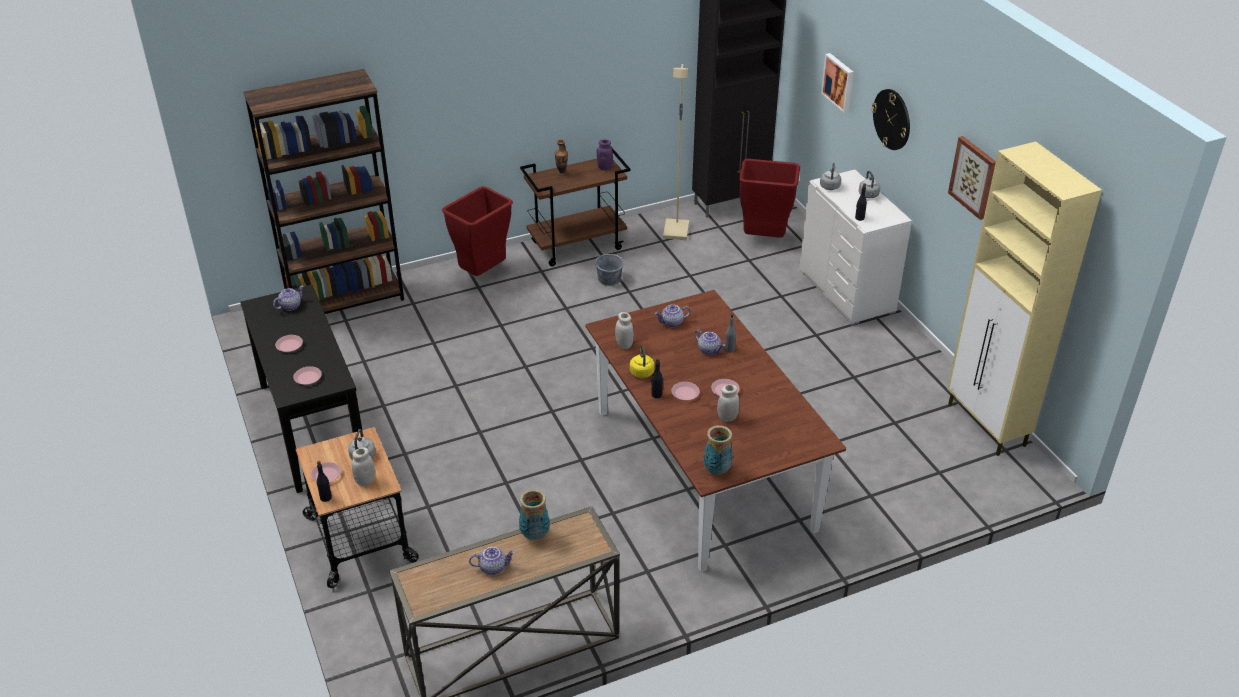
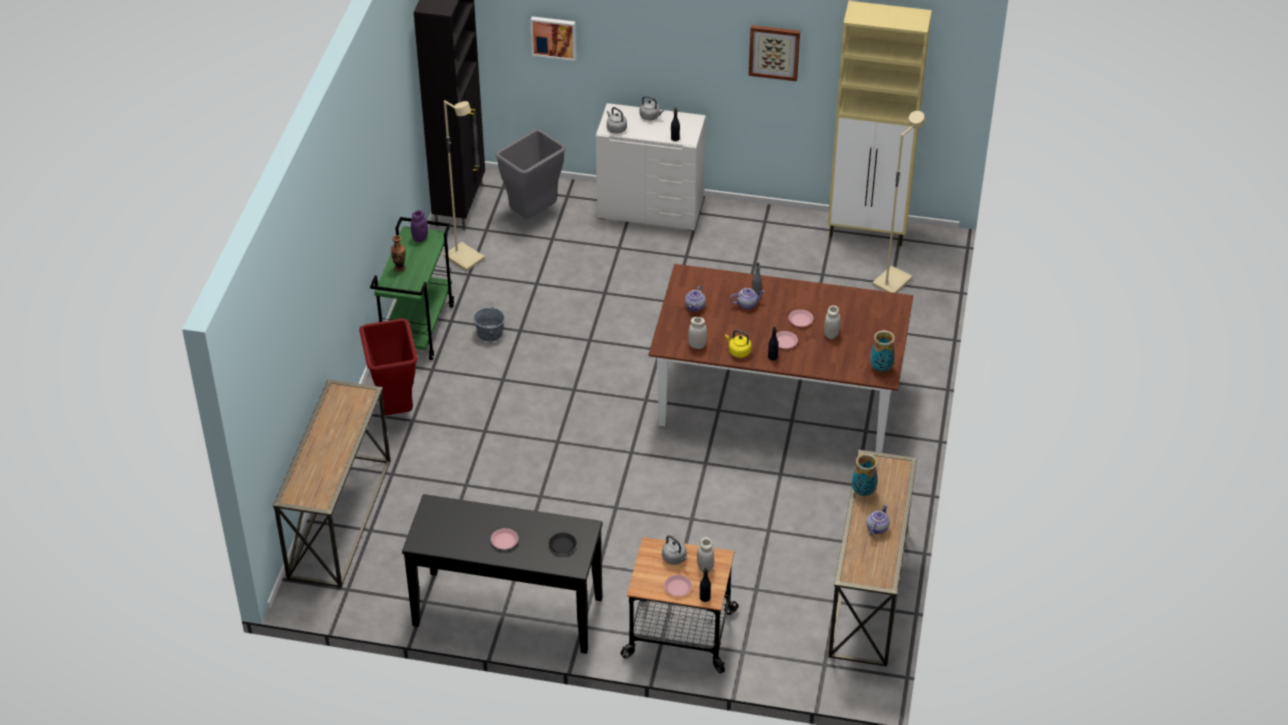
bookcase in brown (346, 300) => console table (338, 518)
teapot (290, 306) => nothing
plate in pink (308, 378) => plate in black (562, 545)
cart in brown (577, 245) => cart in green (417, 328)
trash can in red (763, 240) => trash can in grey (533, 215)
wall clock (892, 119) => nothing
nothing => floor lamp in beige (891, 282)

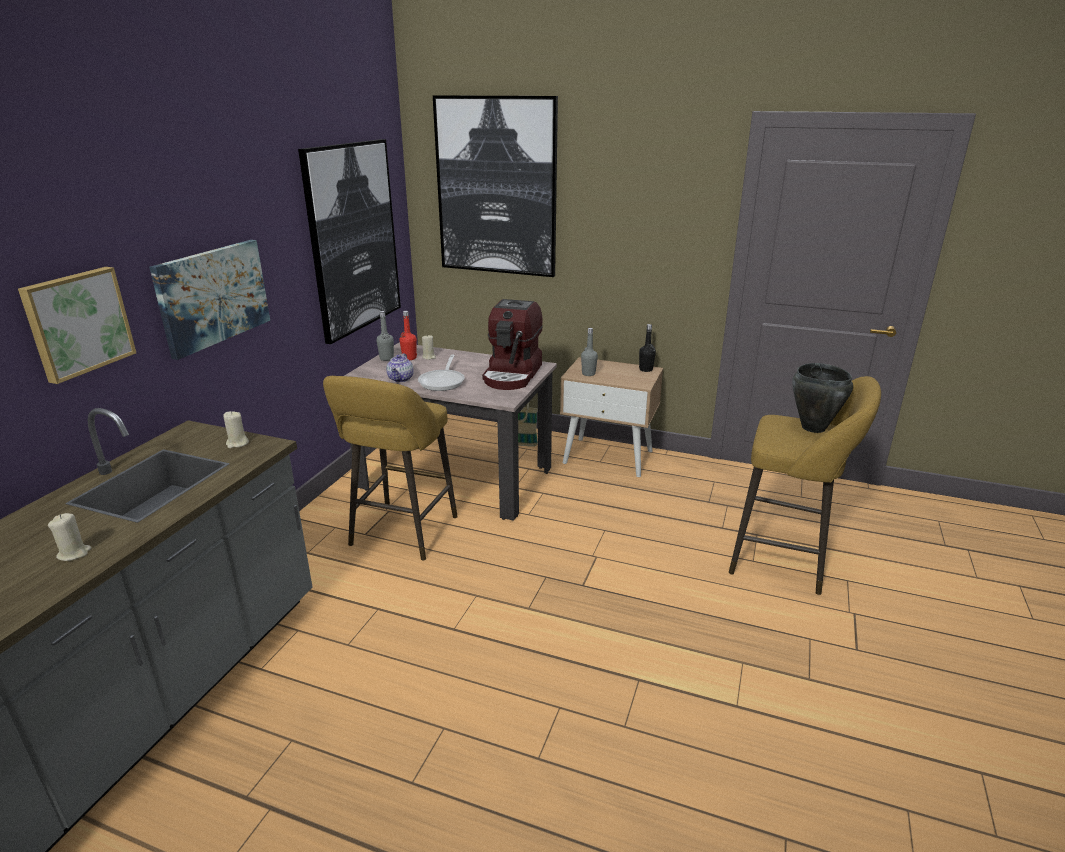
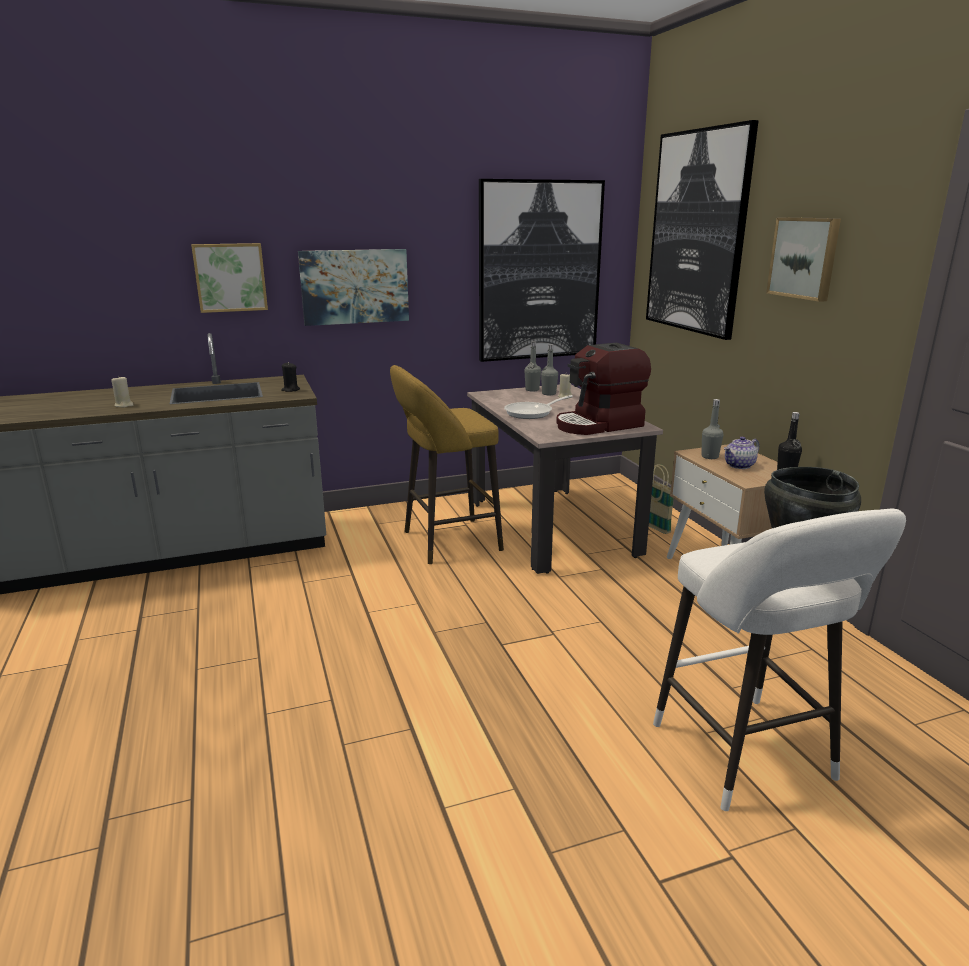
candle in beige (237, 443) => candle in black (290, 390)
teapot (401, 379) => teapot (739, 465), moved
bottle in red (409, 358) => bottle in grey (549, 394)
stool in yellow (785, 560) => stool in white (748, 757)
nothing => picture (805, 258)

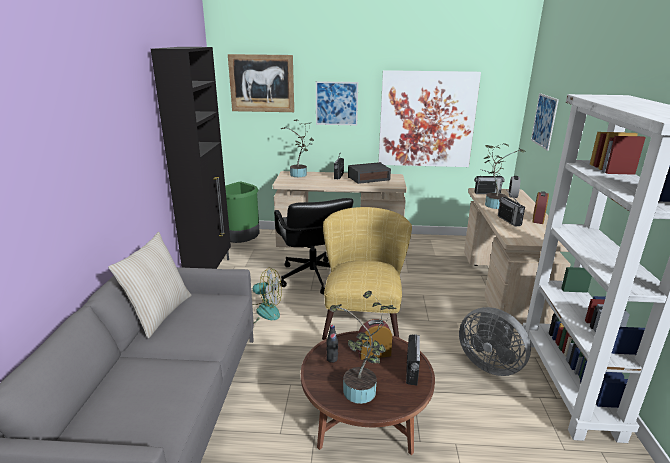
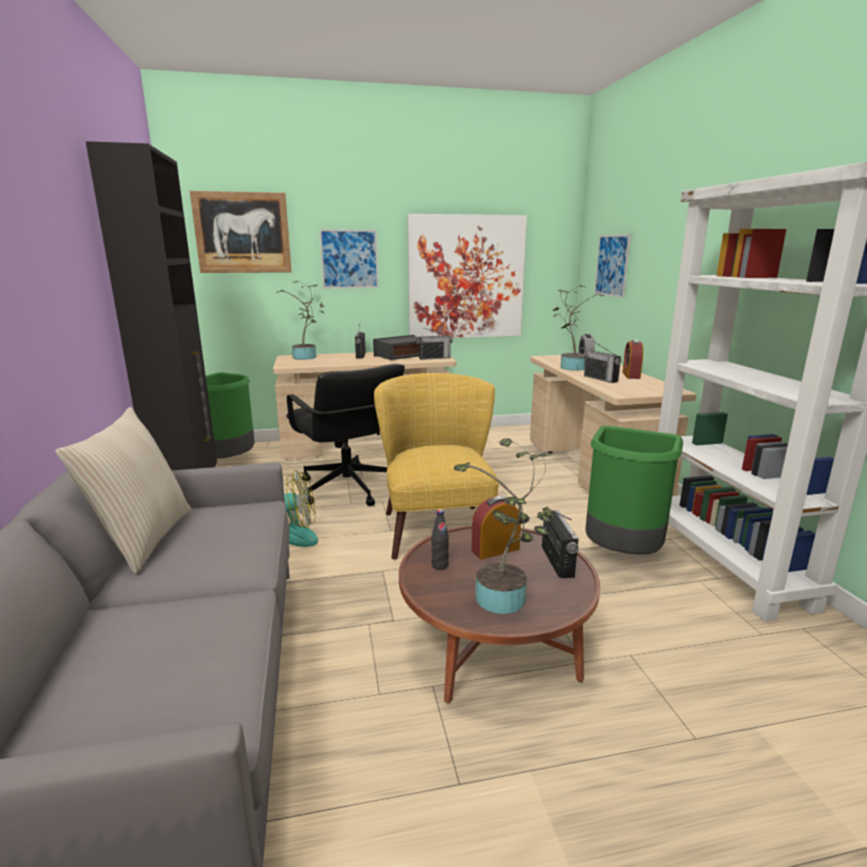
fan in grey (489, 364) => trash can in green (622, 554)
radio (487, 193) => radio (434, 358), moved

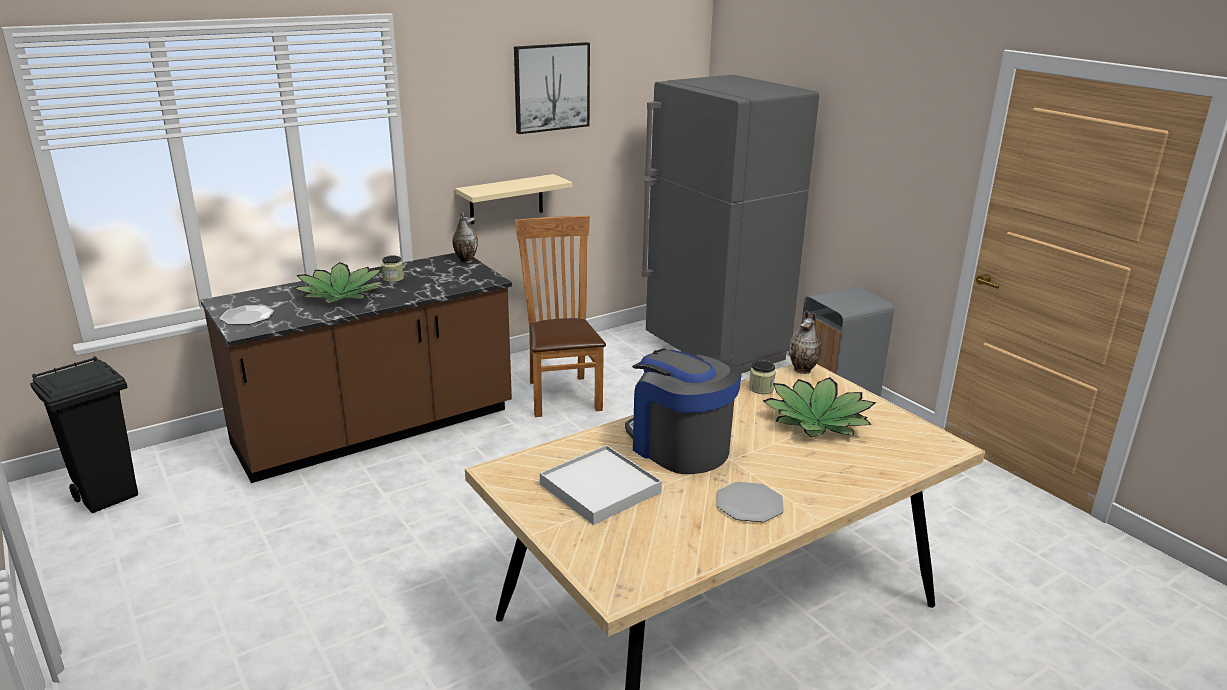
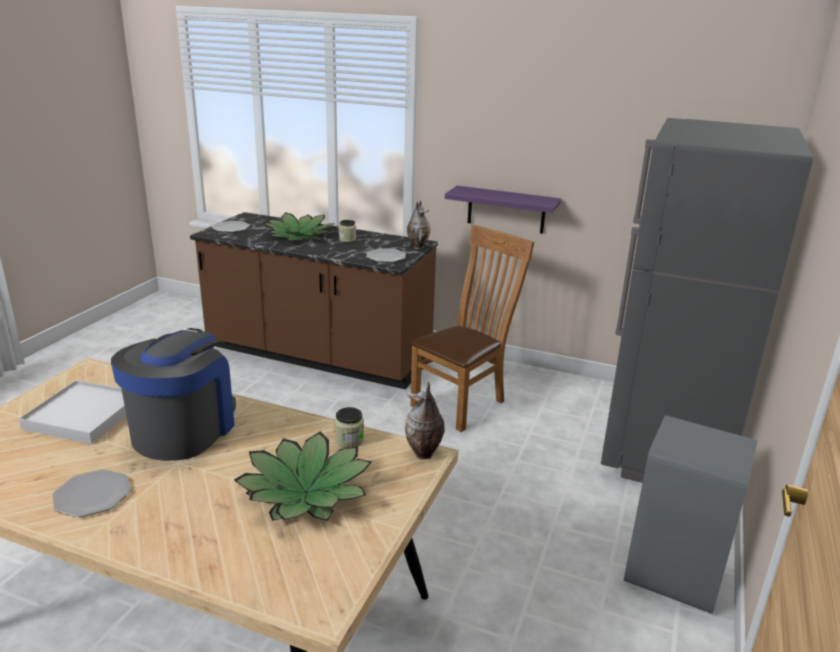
trash can in black (109, 496) => nothing
shelf in beige (506, 199) => shelf in purple (506, 210)
picture (551, 87) => nothing
nothing => plate (386, 257)

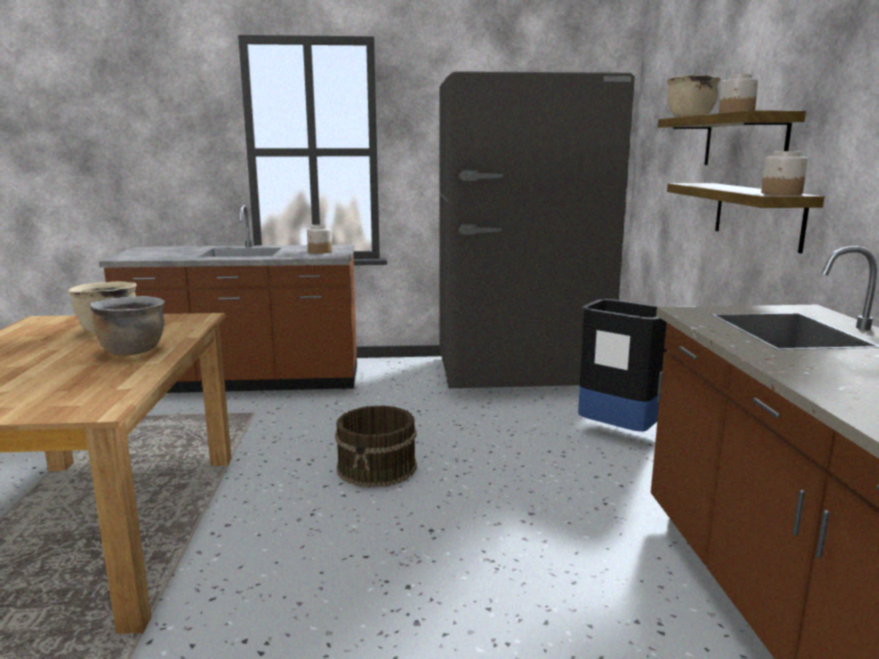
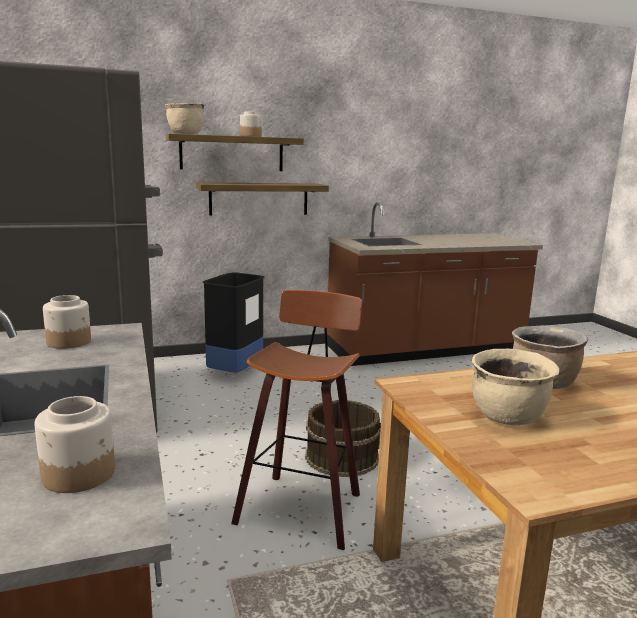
jar (781, 193) => jar (80, 474), moved
nothing => stool (302, 506)

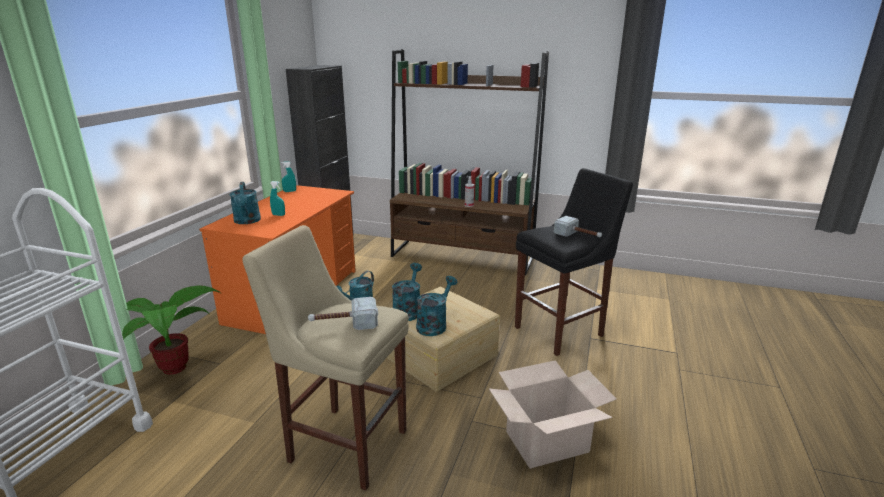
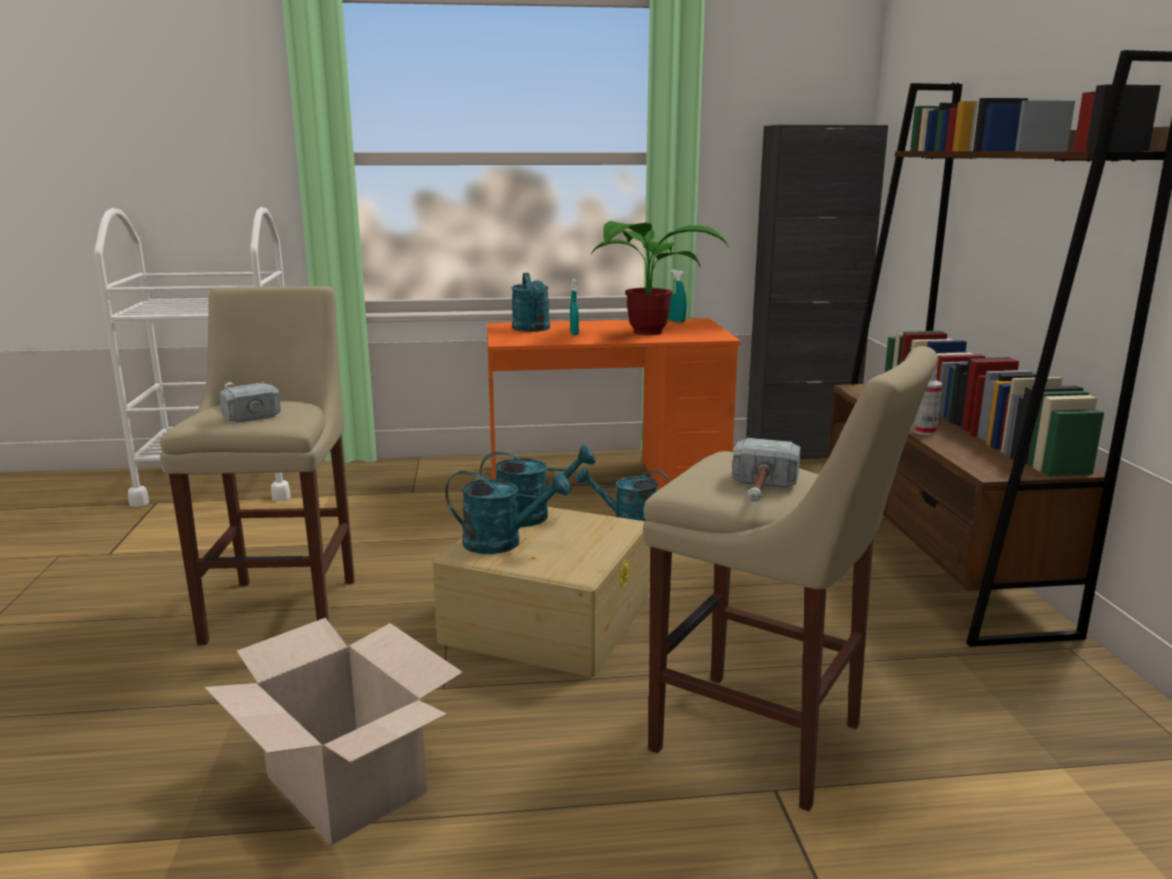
potted plant (176, 370) => potted plant (646, 333), moved
watering can in turquoise (247, 221) => watering can in turquoise (532, 329), 60 degrees counterclockwise
stool in black (562, 330) => stool in beige (767, 741)

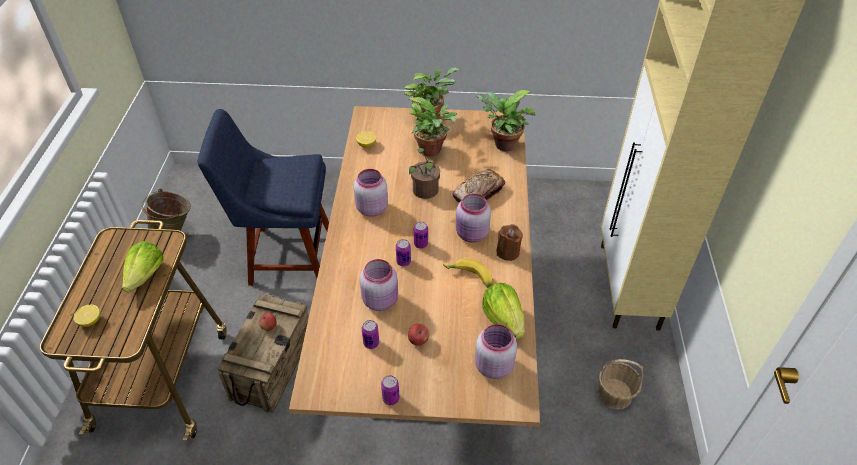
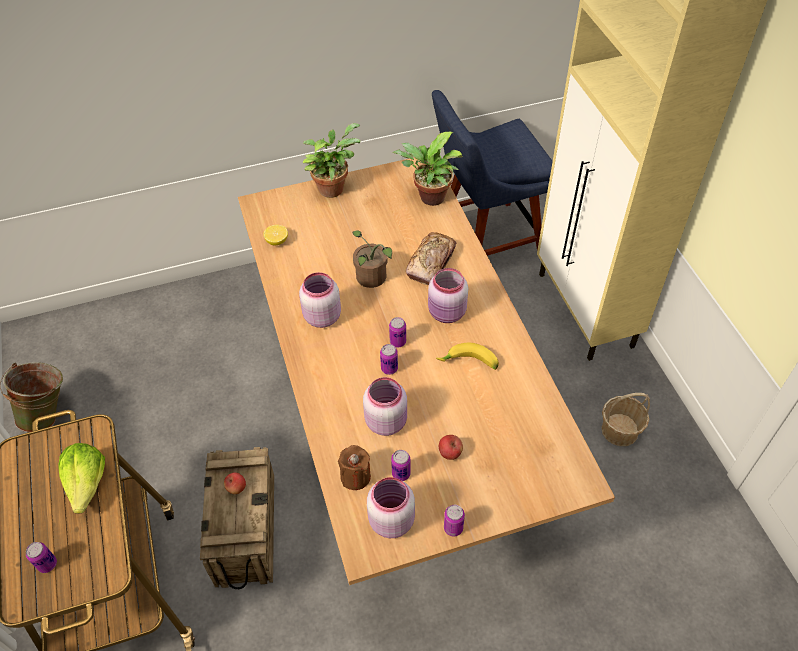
lemon (90, 321) => can (47, 564)
chair in blue (285, 255) => chair in blue (485, 239), moved
potted plant (433, 150) => nothing
jar in pink (493, 365) => jar in pink (390, 520), moved
lettuce (503, 319) => nothing
candle in brown (508, 252) => candle in brown (355, 476), moved

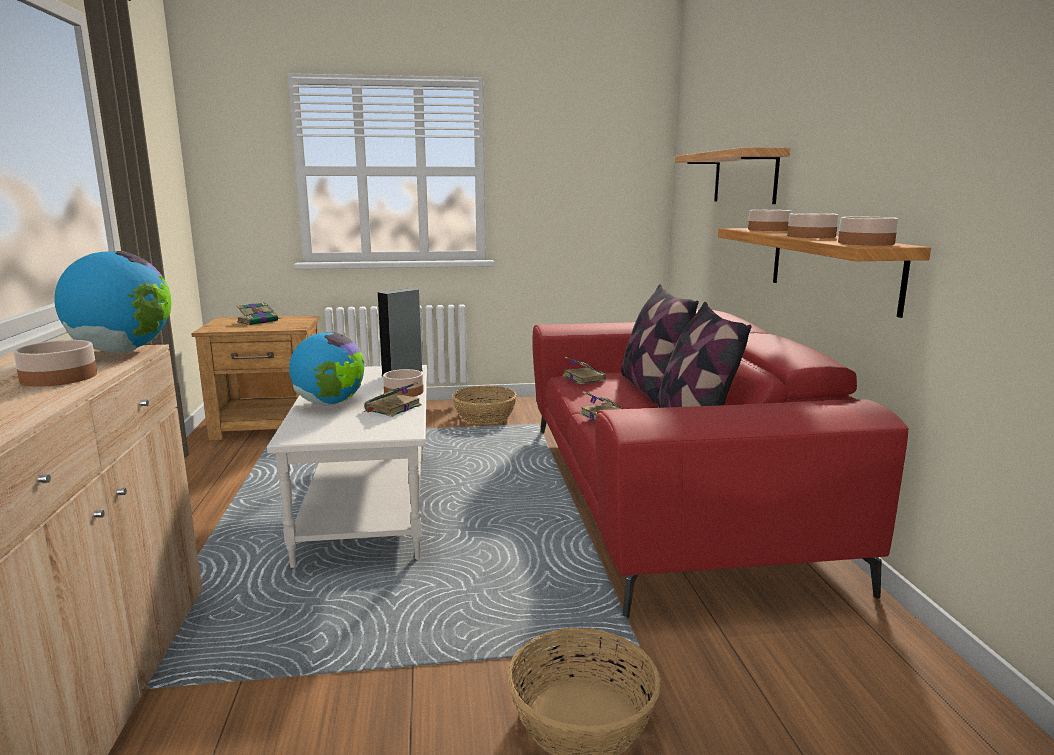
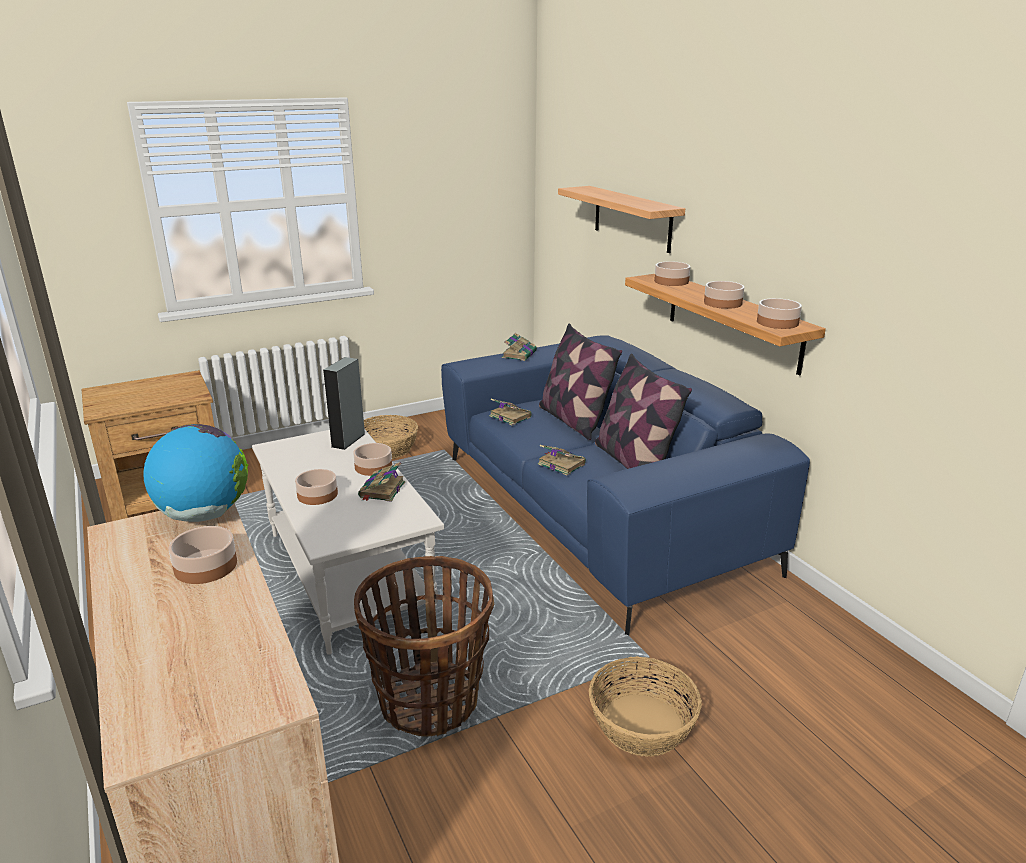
book (258, 321) => book (519, 354), moved
globe (330, 404) => bowl (317, 494)
sofa in red (665, 495) => sofa in blue (596, 512)
nothing => basket (429, 700)

